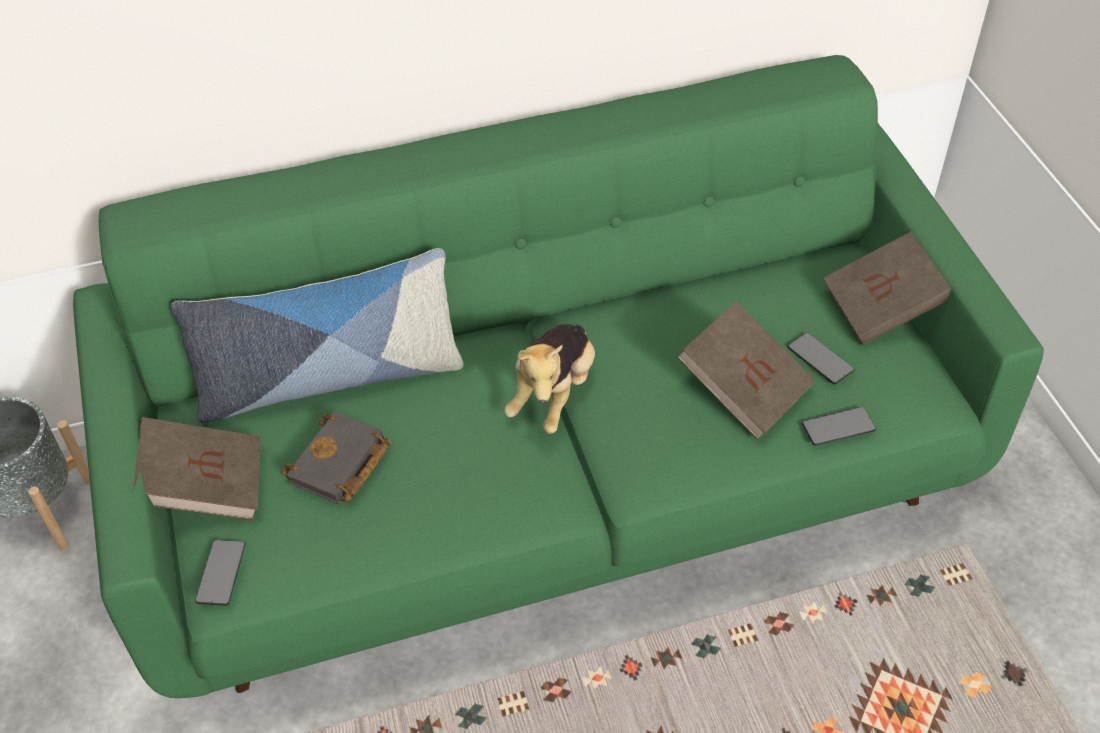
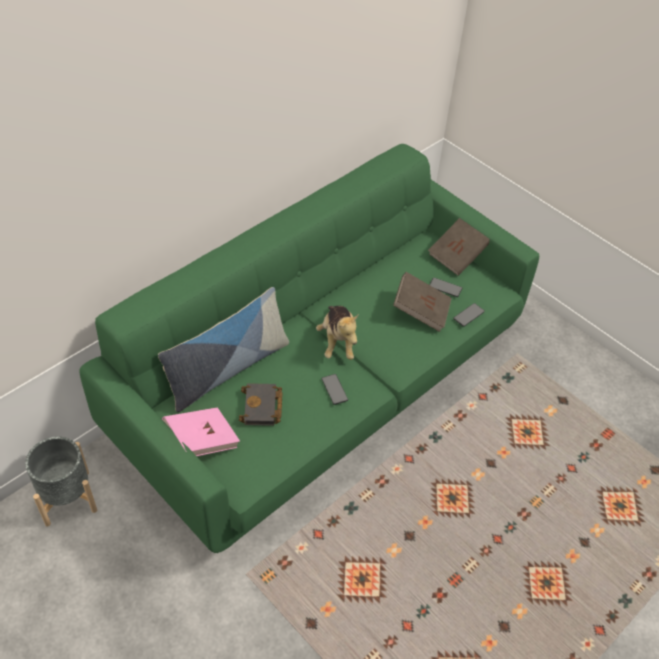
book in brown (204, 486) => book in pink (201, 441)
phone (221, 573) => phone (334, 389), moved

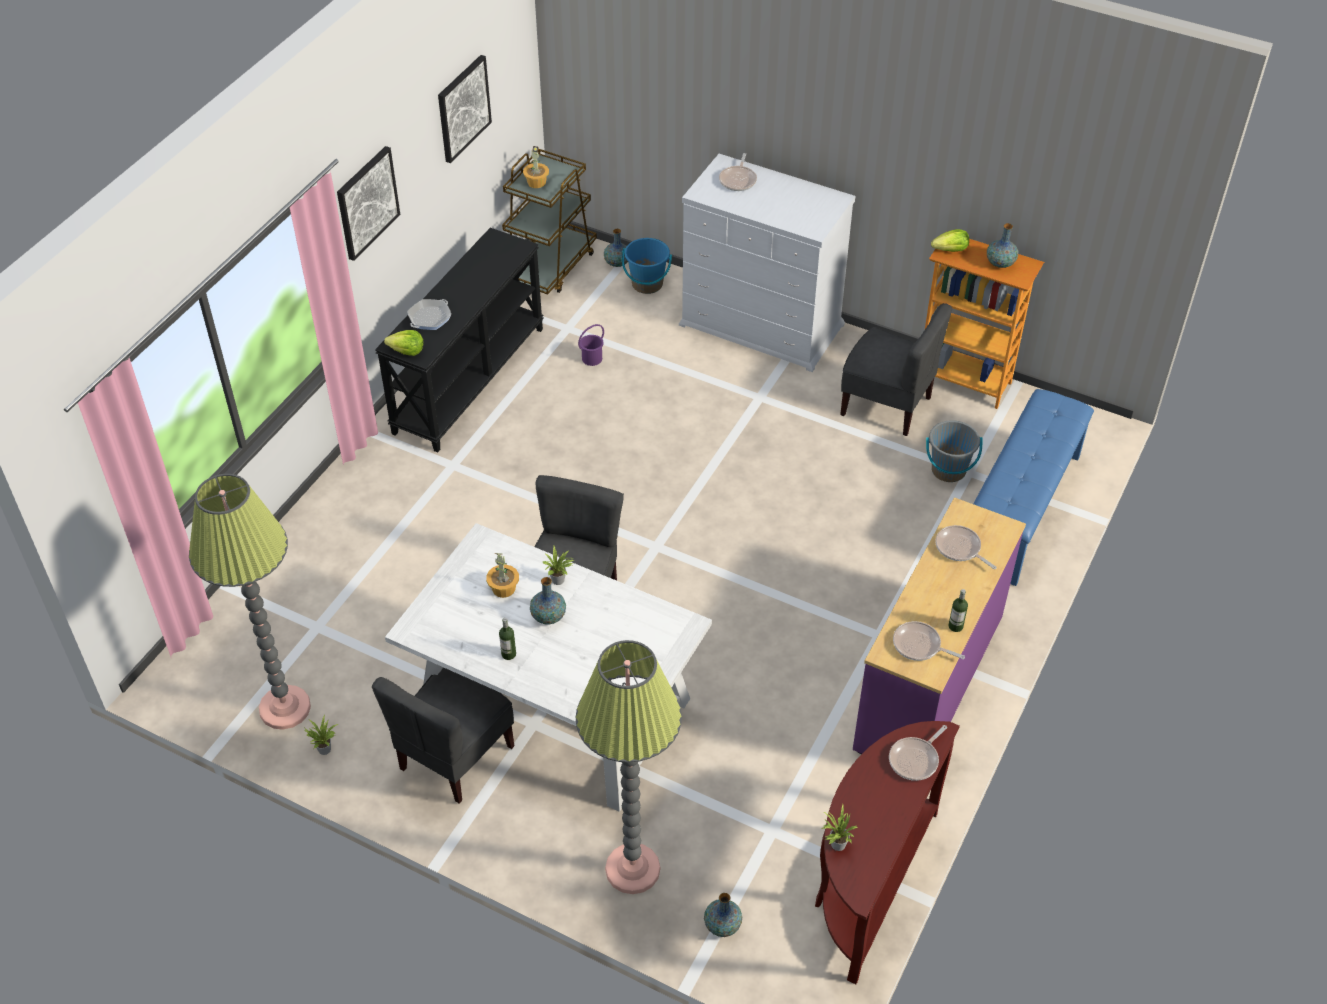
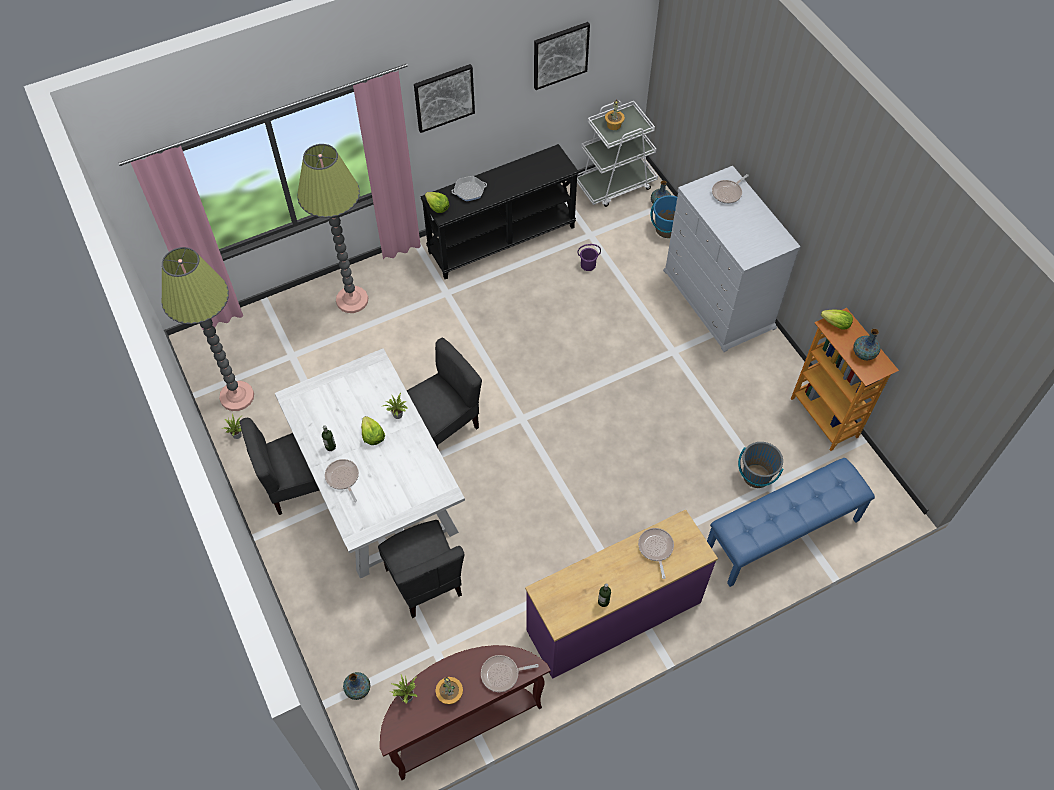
potted plant (503, 589) => potted plant (449, 695), moved
cart in brown (550, 266) => cart in white (615, 184)
vase (548, 616) => lettuce (372, 436)
floor lamp (632, 869) => floor lamp (352, 300), moved
chair in grey (887, 405) => chair in grey (425, 581), moved
frying pan (919, 646) => frying pan (343, 478), moved

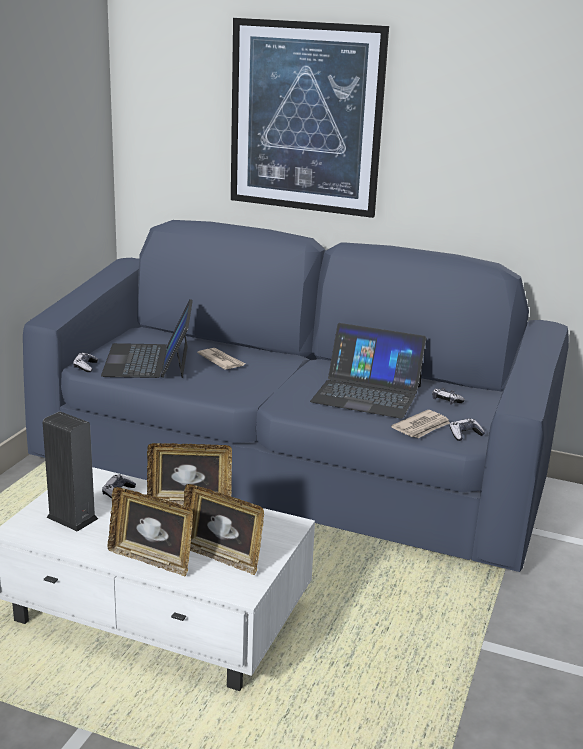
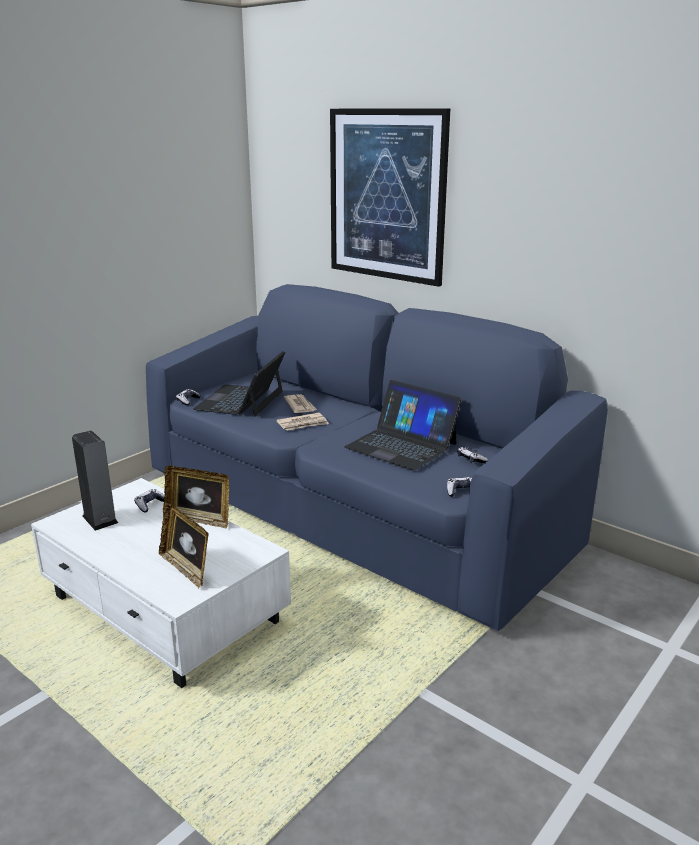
picture frame (151, 559) => nothing
newspaper (422, 427) => newspaper (303, 424), moved

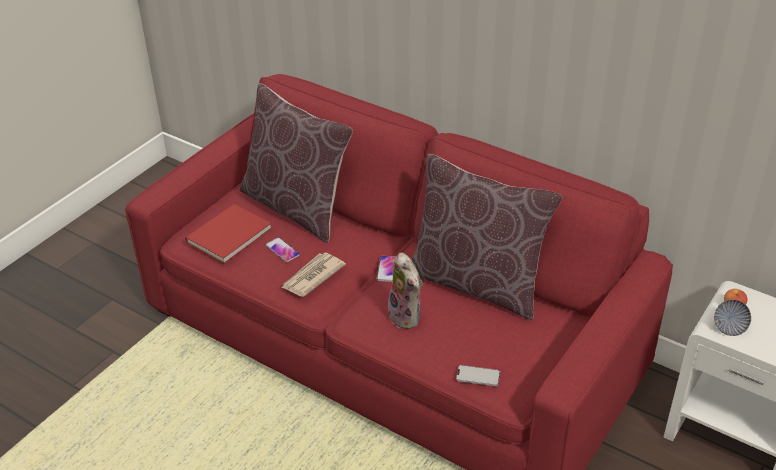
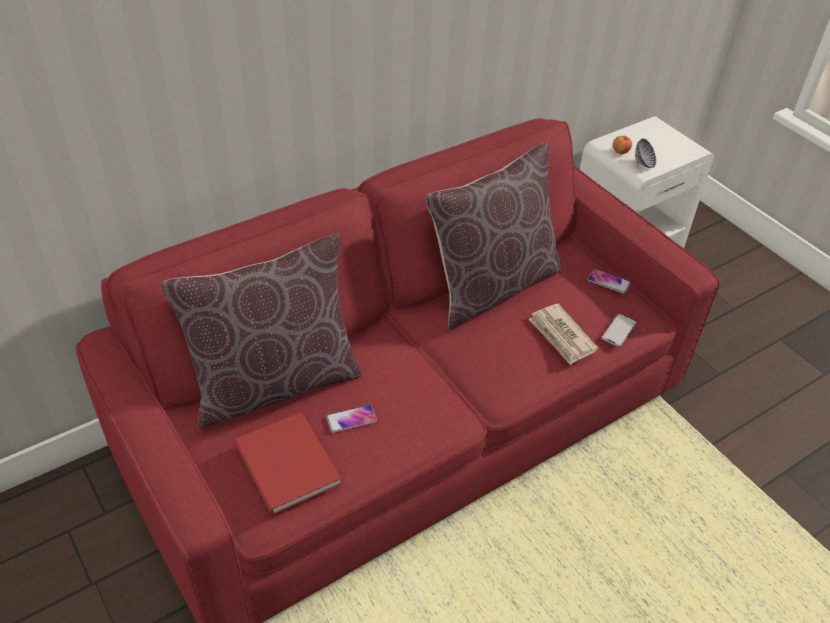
newspaper (312, 277) => newspaper (561, 336), moved
phone (387, 269) => phone (608, 282), moved
plush toy (407, 316) => nothing

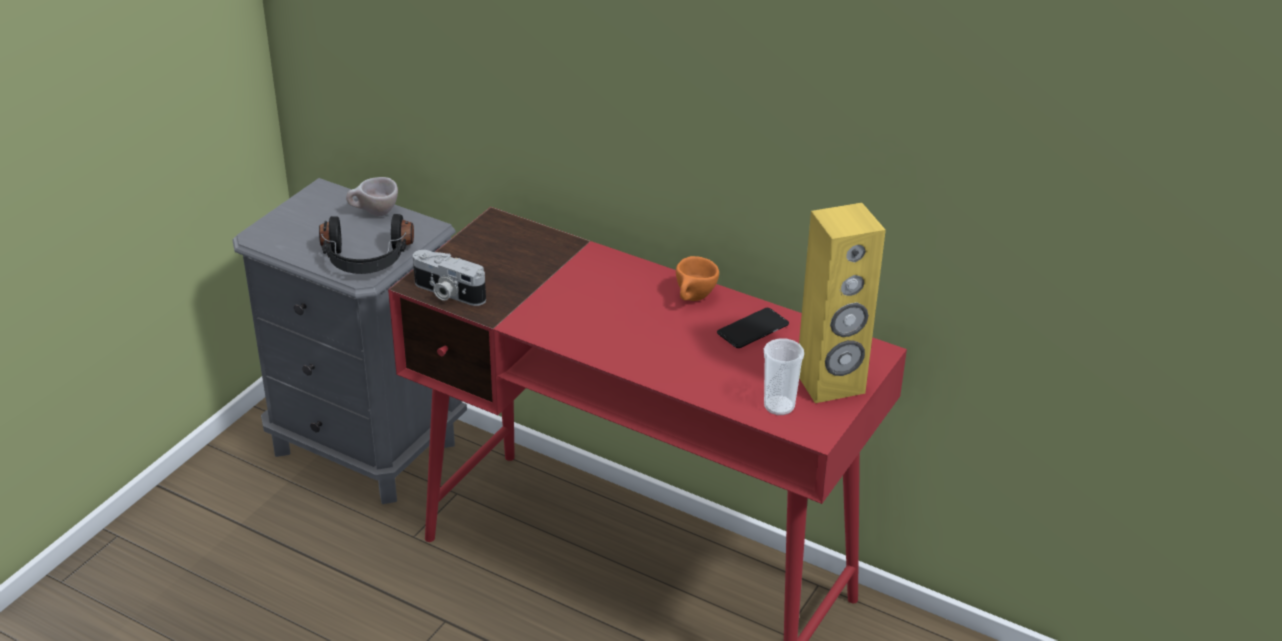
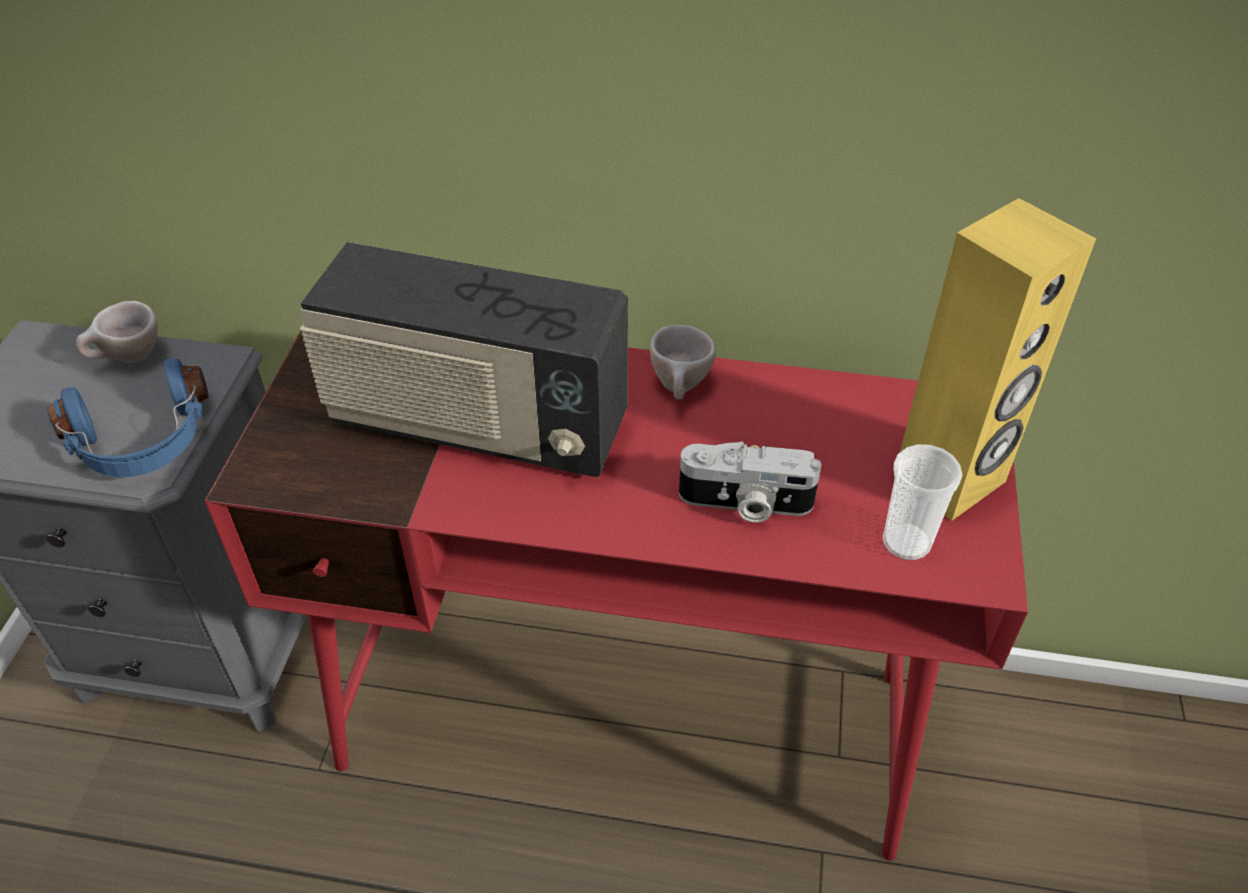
headphones in black (366, 260) => headphones in blue (143, 443)
photo camera (447, 293) => photo camera (745, 504), moved
cup in orange (694, 299) => cup in beige (681, 390)
phone (753, 329) => nothing
nothing => radio (477, 425)

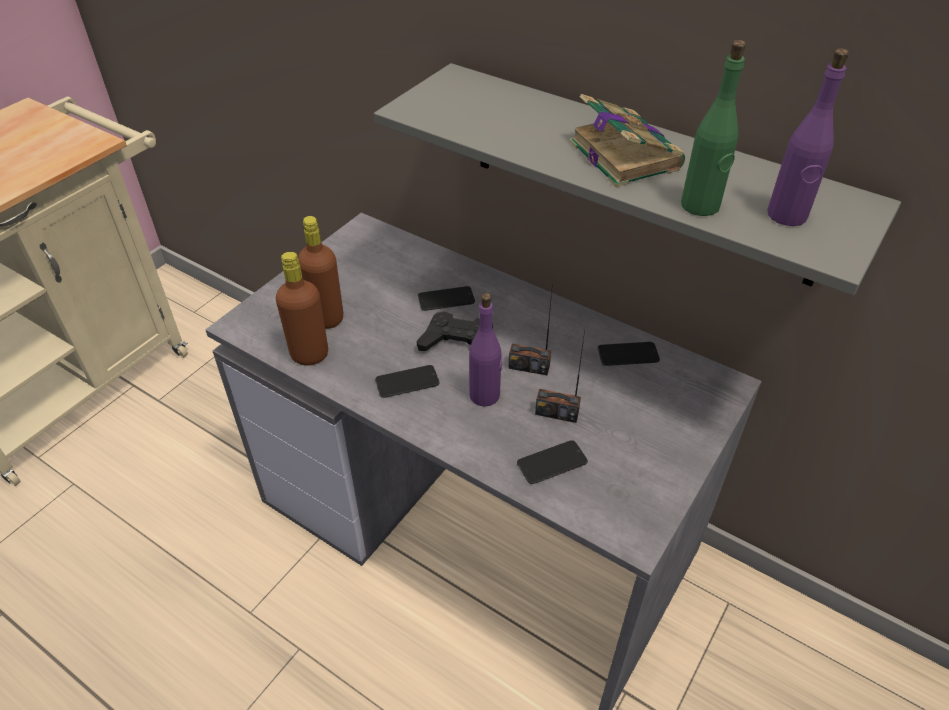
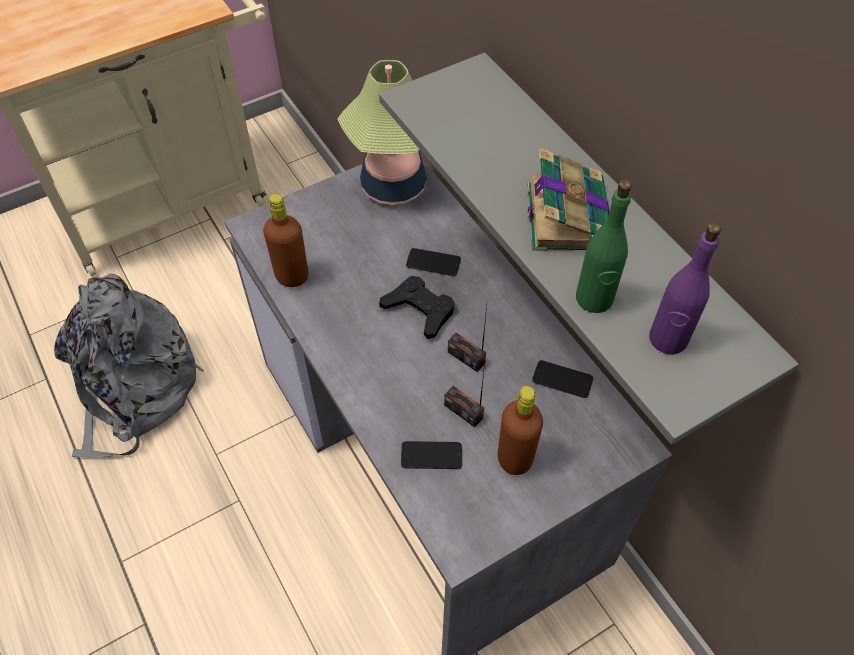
bottle in brown (327, 318) => bottle in brown (515, 458), moved
phone (407, 382) => nothing
bottle in purple (485, 395) => nothing
nothing => backpack in grey (134, 389)
nothing => table lamp (393, 185)

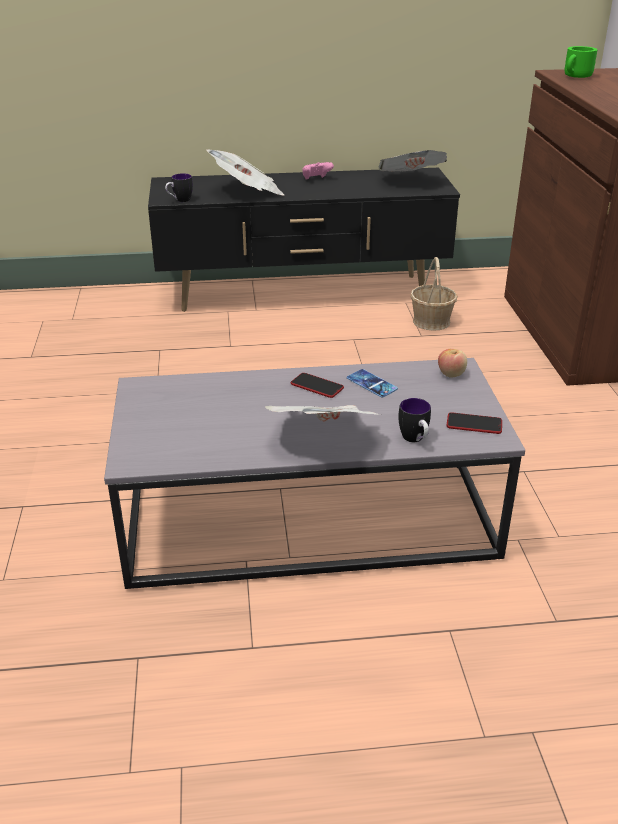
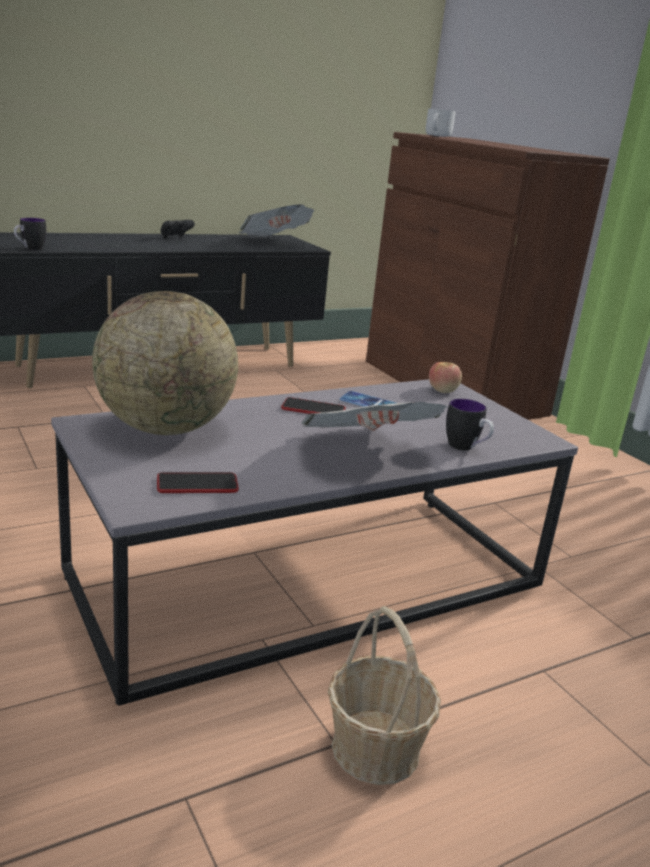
newspaper (248, 192) => nothing
game controller in pink (316, 179) => game controller in black (175, 238)
basket (431, 321) => basket (376, 748), moved
phone (474, 424) => phone (197, 484), moved
mug in green (577, 77) => mug in white (438, 136)
nothing => globe (165, 428)

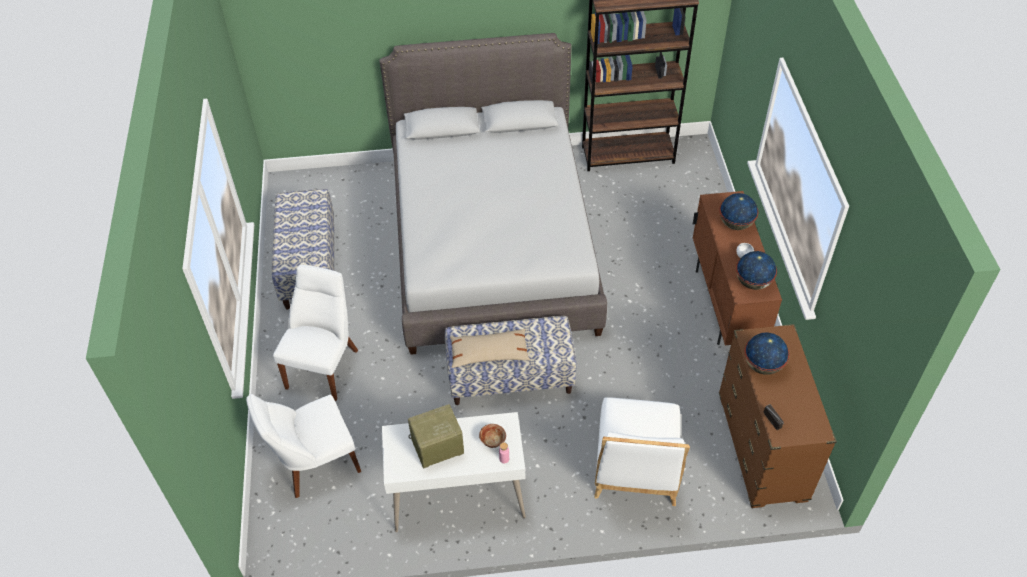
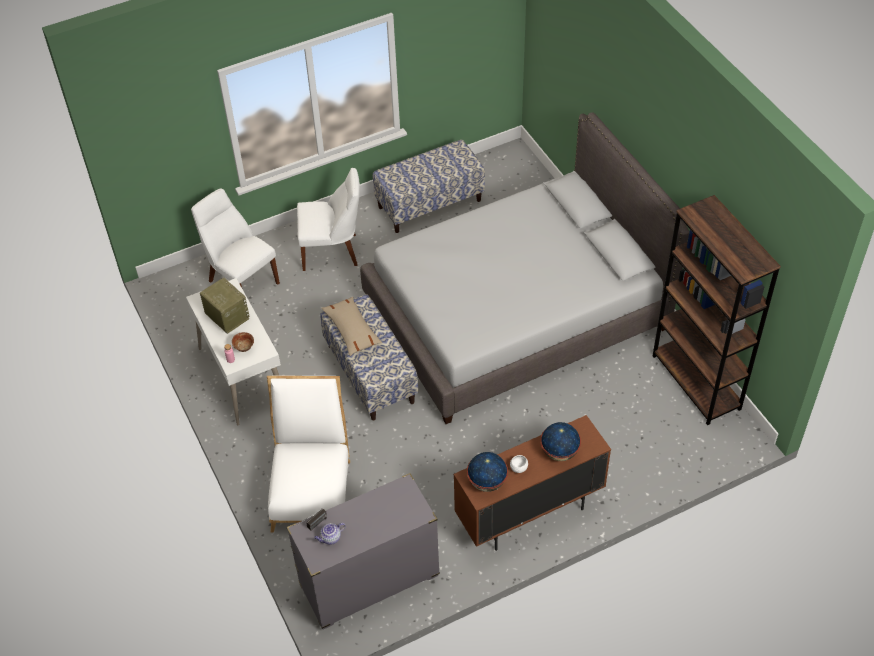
chair in white (636, 468) => chair in white (312, 489), 105 degrees clockwise
dresser in brown (762, 448) => dresser in grey (369, 581)
globe (763, 365) => nothing
nothing => teapot (330, 538)

